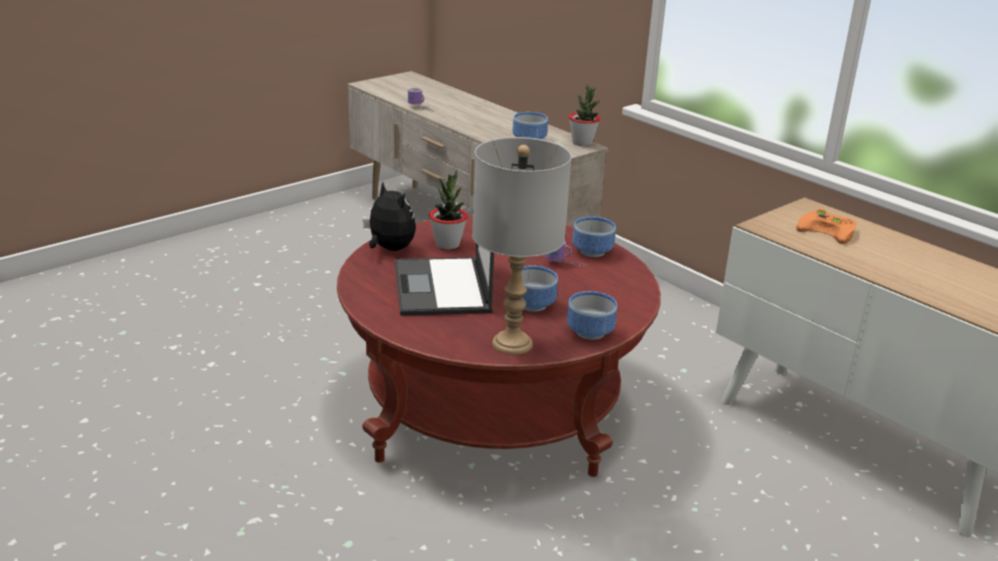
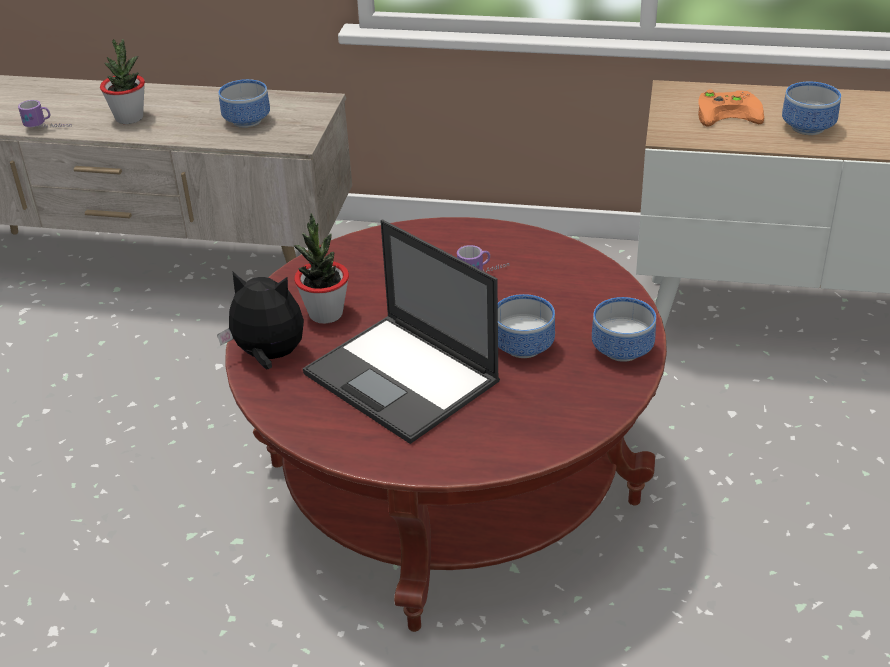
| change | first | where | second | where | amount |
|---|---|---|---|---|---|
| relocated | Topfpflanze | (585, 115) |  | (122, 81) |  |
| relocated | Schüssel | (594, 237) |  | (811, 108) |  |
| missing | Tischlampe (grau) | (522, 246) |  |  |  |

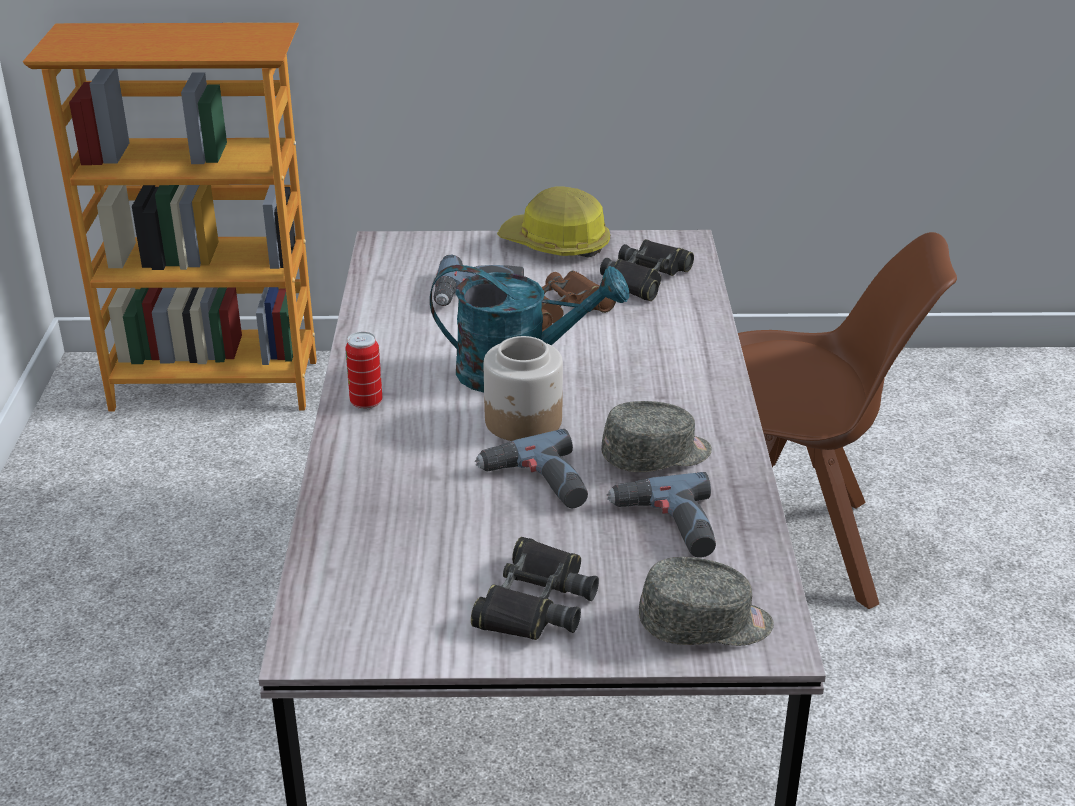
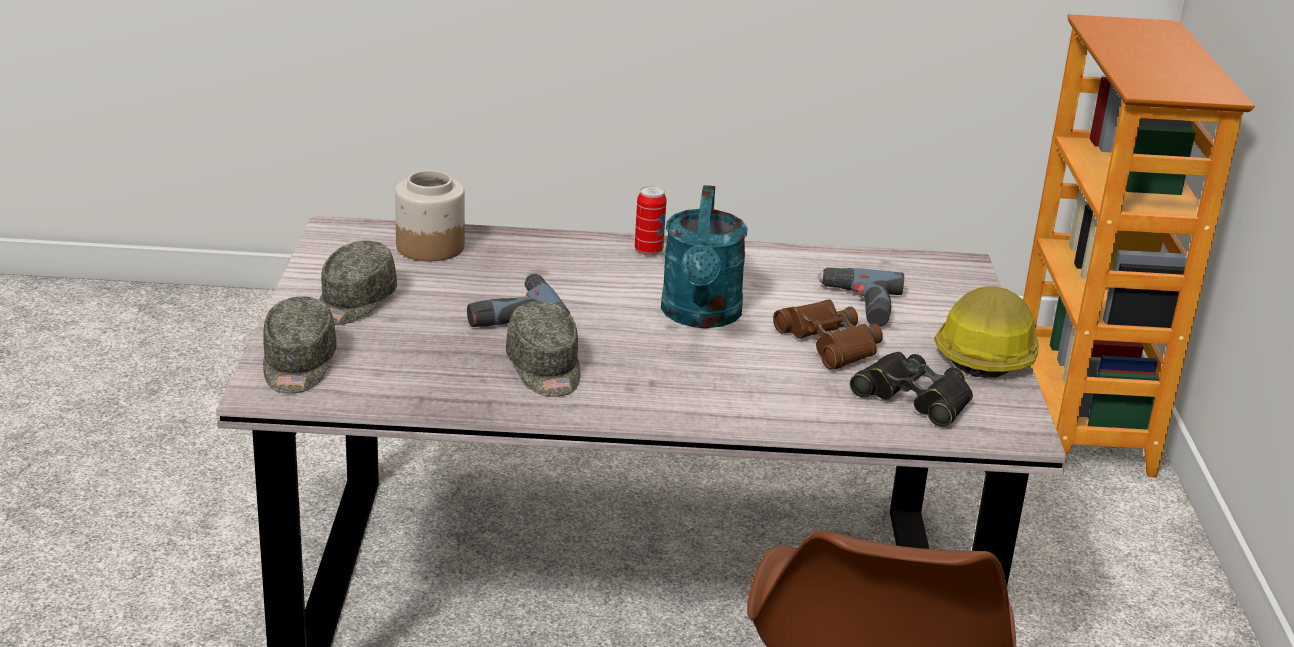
| change | first | where | second | where | amount |
|---|---|---|---|---|---|
| exchanged | Fernglas (schwarz) | (535, 588) | Kappe (grau) | (358, 283) |  |
| relocated | Vorratsglas | (523, 388) |  | (430, 215) |  |
| missing | Bohrmaschine | (661, 515) |  |  |  |

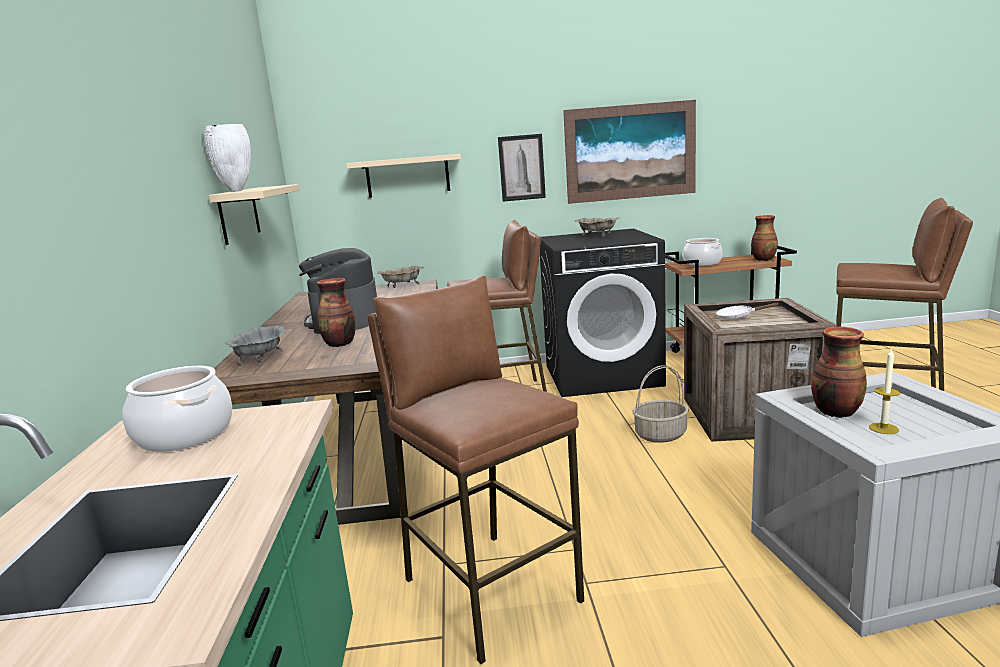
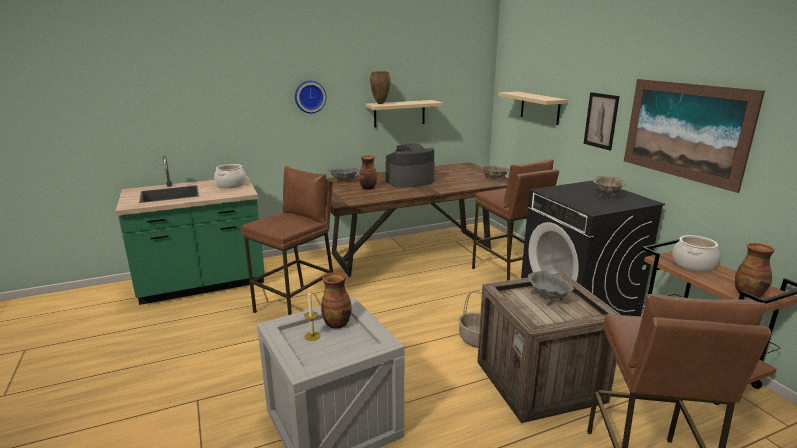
| change | first | where | second | where | amount |
|---|---|---|---|---|---|
| appeared |  |  | Wanduhr | (310, 97) |  |
| colour | Vase (weiß) | (227, 158) | Vase (braun) | (380, 87) |  |
| exchanged | Pfanne (weiß) | (747, 311) | Schüssel (grau) | (551, 288) |  |

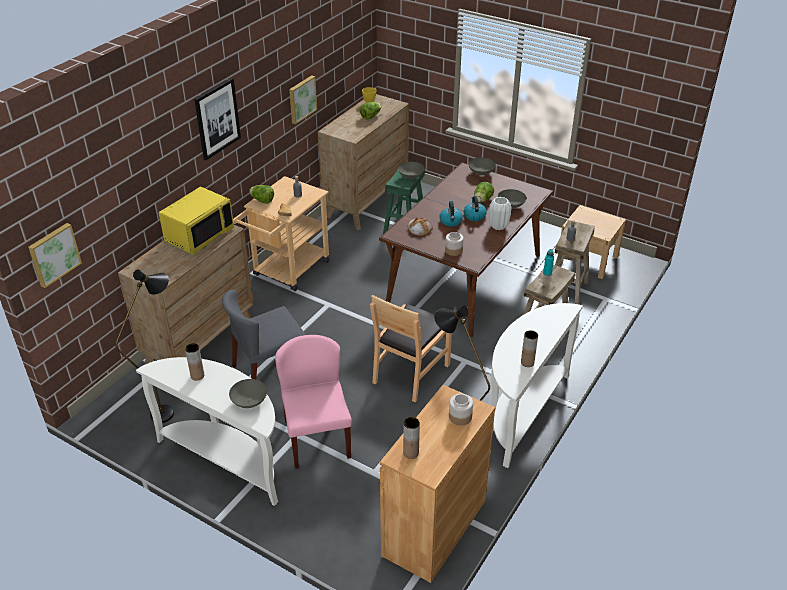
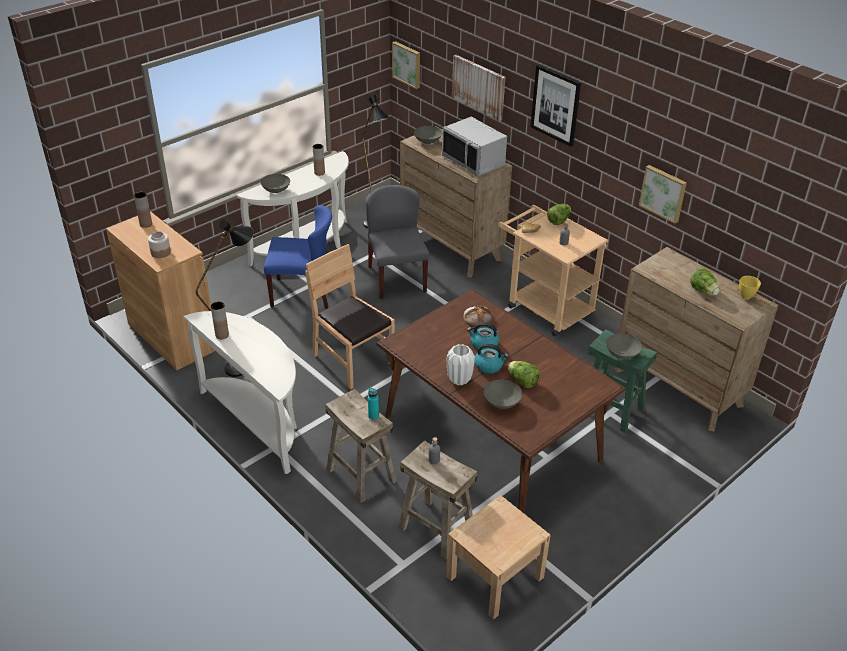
| change | first | where | second | where | amount |
|---|---|---|---|---|---|
| colour | Stuhl (rosa) | (313, 402) | Stuhl (blau) | (298, 257) |  |
| relocated | Schüssel (grau) | (482, 166) |  | (428, 135) |  |
| colour | Mikrowelle (gelb) | (196, 220) | Mikrowelle (grau) | (474, 146) |  |
| appeared |  |  | Bild | (478, 88) |  |
| missing | Vorratsglas | (454, 244) |  |  |  |

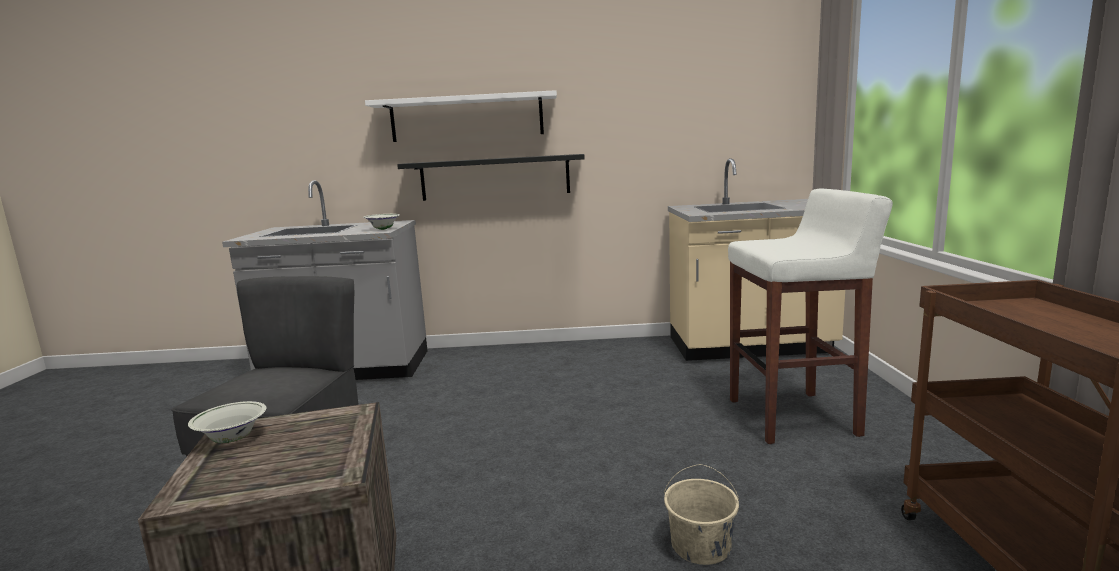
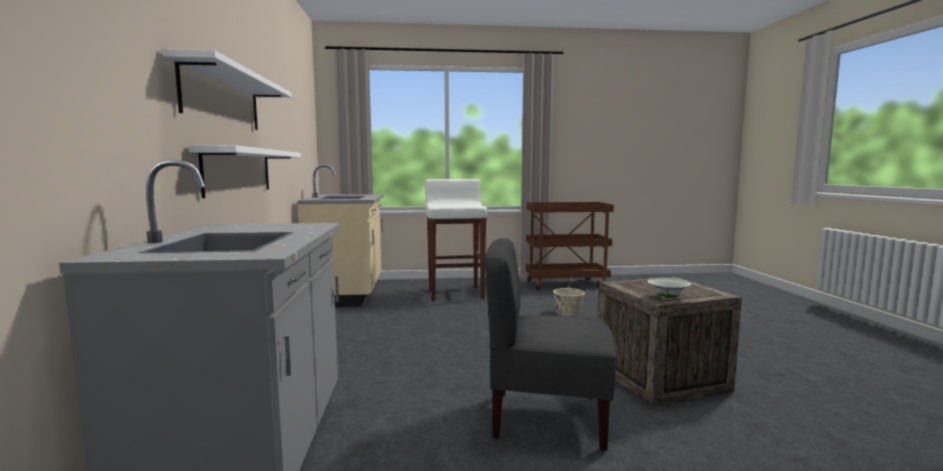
| change | first | where | second | where | amount |
|---|---|---|---|---|---|
| colour | Wandregal (schwarz) | (491, 177) | Wandregal (weiß) | (245, 171) |  |
| missing | Schüssel (weiß) | (382, 222) |  |  |  |

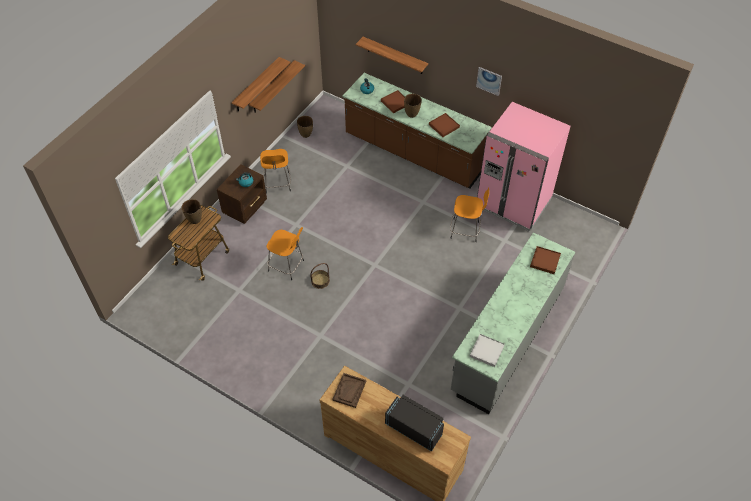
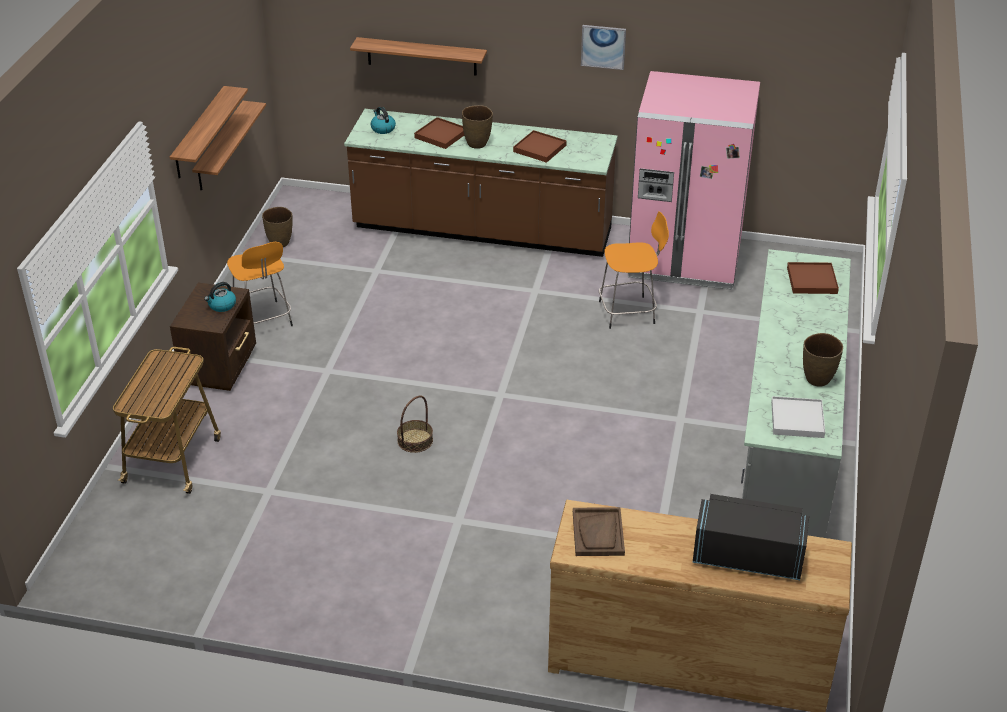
| change | first | where | second | where | amount |
|---|---|---|---|---|---|
| relocated | Vase (braun) | (192, 211) |  | (823, 360) |  |
| missing | Hocker (orange) | (285, 253) |  |  |  |

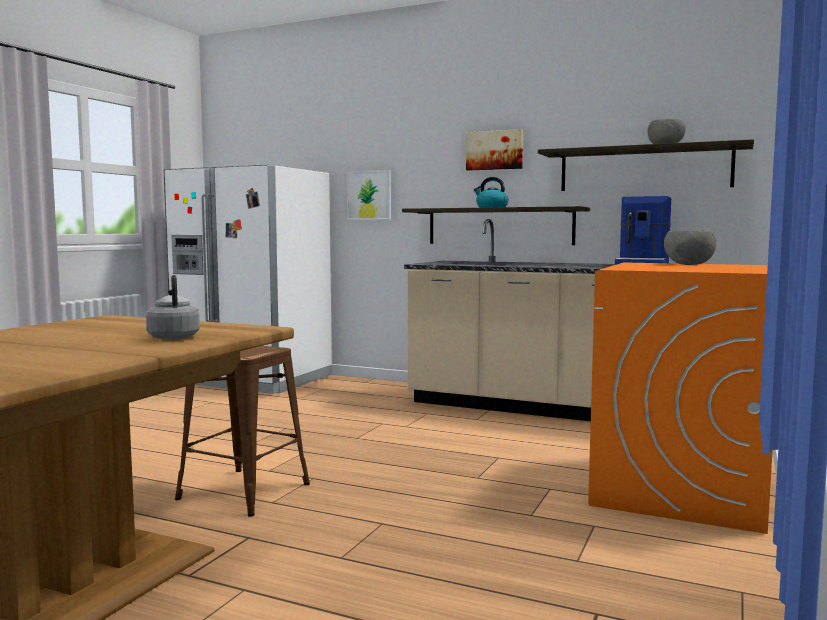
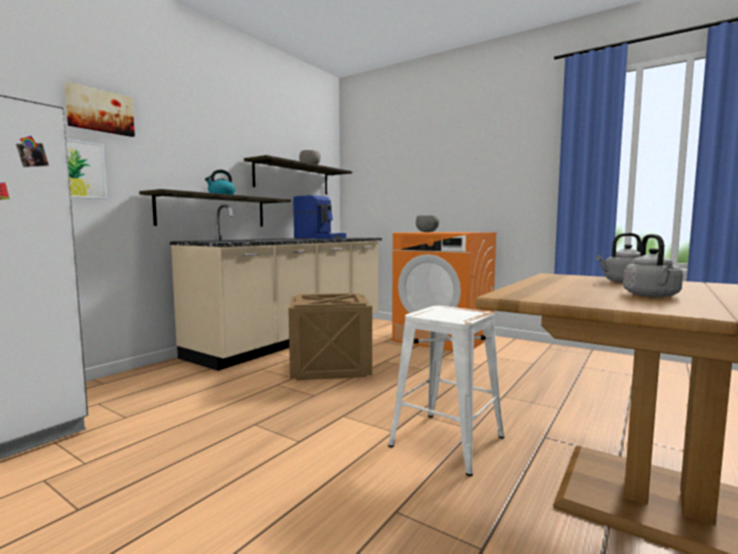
| change | first | where | second | where | amount |
|---|---|---|---|---|---|
| relocated | Bild | (494, 150) |  | (100, 109) |  |
| appeared |  |  | Kiste | (330, 336) |  |
| colour | Hocker (braun) | (242, 431) | Hocker (weiß) | (446, 391) |  |
| appeared |  |  | Wasserkessel (grau) | (653, 265) |  |

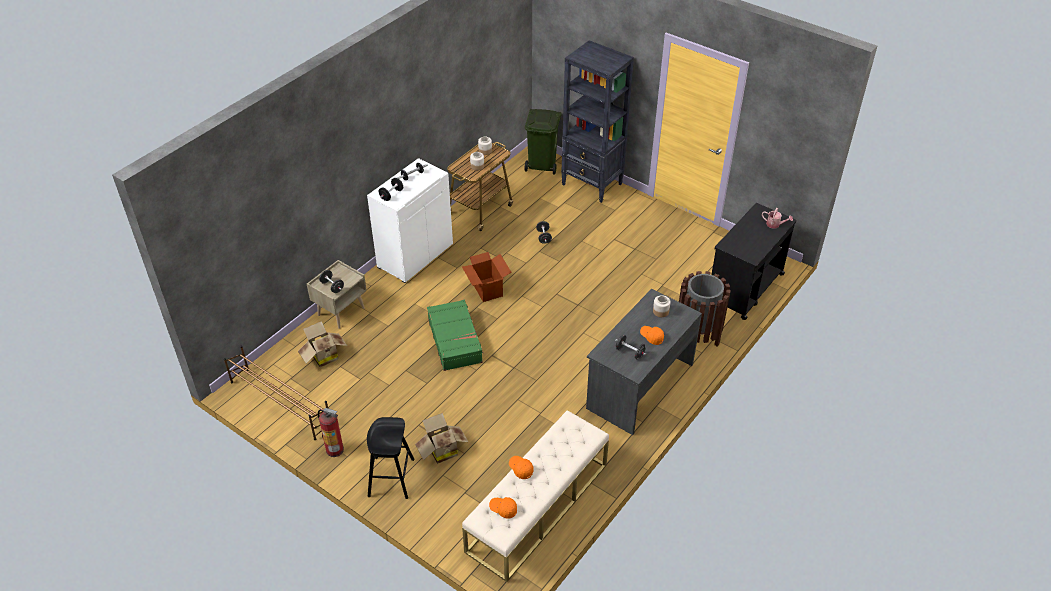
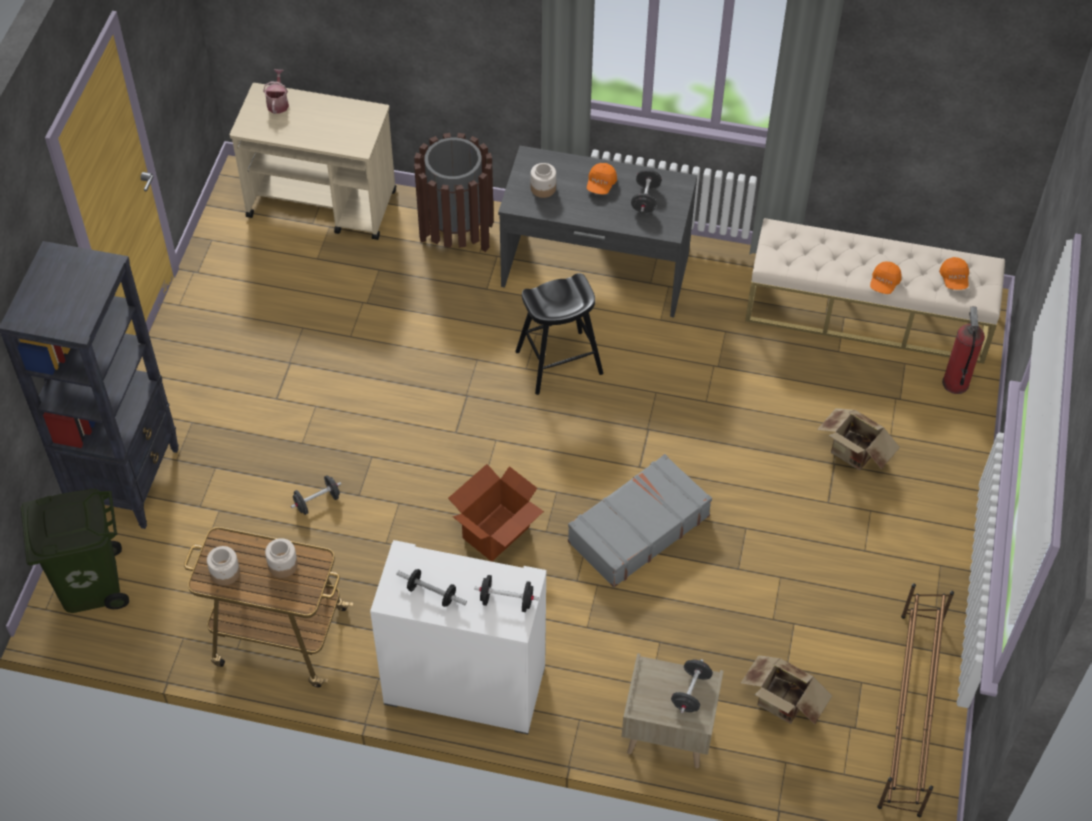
| change | first | where | second | where | amount |
|---|---|---|---|---|---|
| colour | Rollwagen (schwarz) | (753, 261) | Rollwagen (beige) | (313, 161) |  |
| relocated | Hocker (schwarz) | (390, 458) |  | (559, 334) |  |
| colour | Koffer (grün) | (455, 335) | Koffer (grau) | (640, 520) |  |
| relocated | Feuerlöscher | (331, 432) |  | (963, 350) |  |

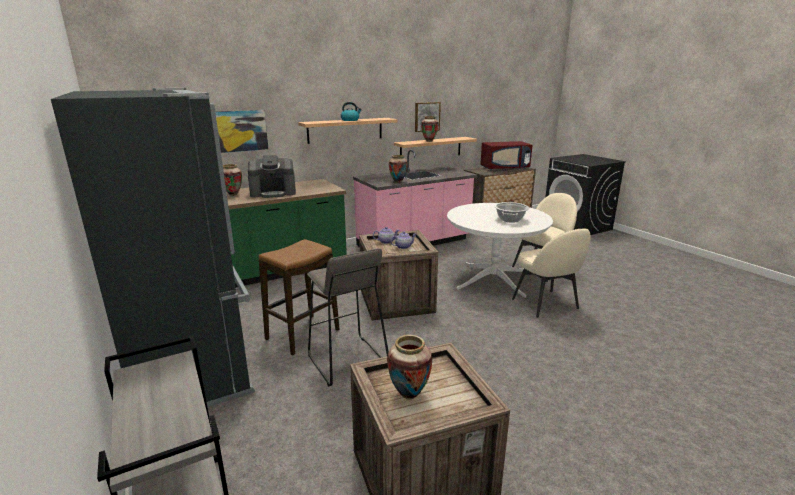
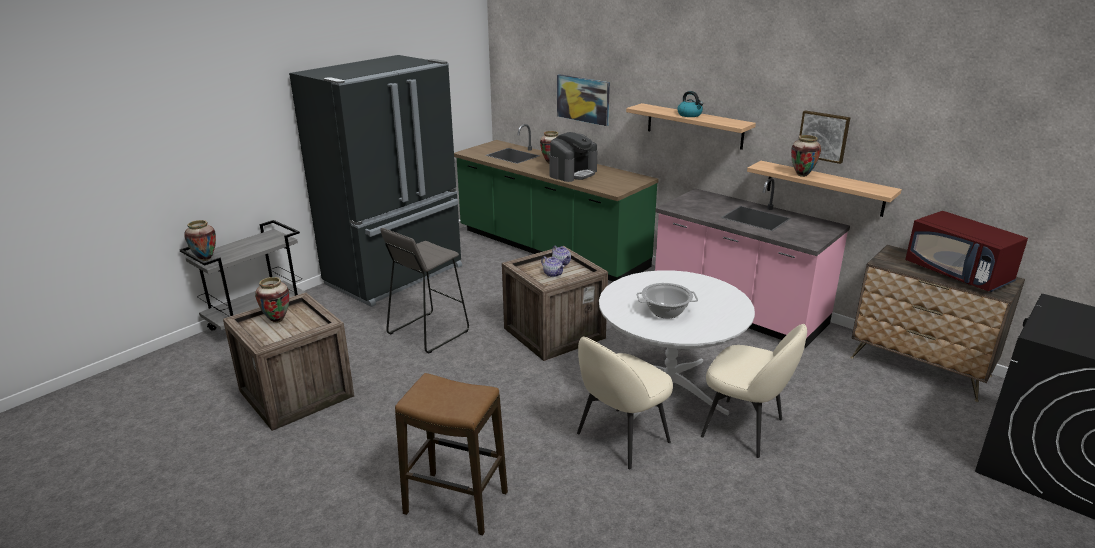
| change | first | where | second | where | amount |
|---|---|---|---|---|---|
| relocated | Vase | (398, 169) |  | (200, 240) |  |
| relocated | Hocker | (299, 297) |  | (451, 454) |  |
| spun | Kaffeemaschine | (272, 176) |  | (573, 157) | 105 degrees counterclockwise |

